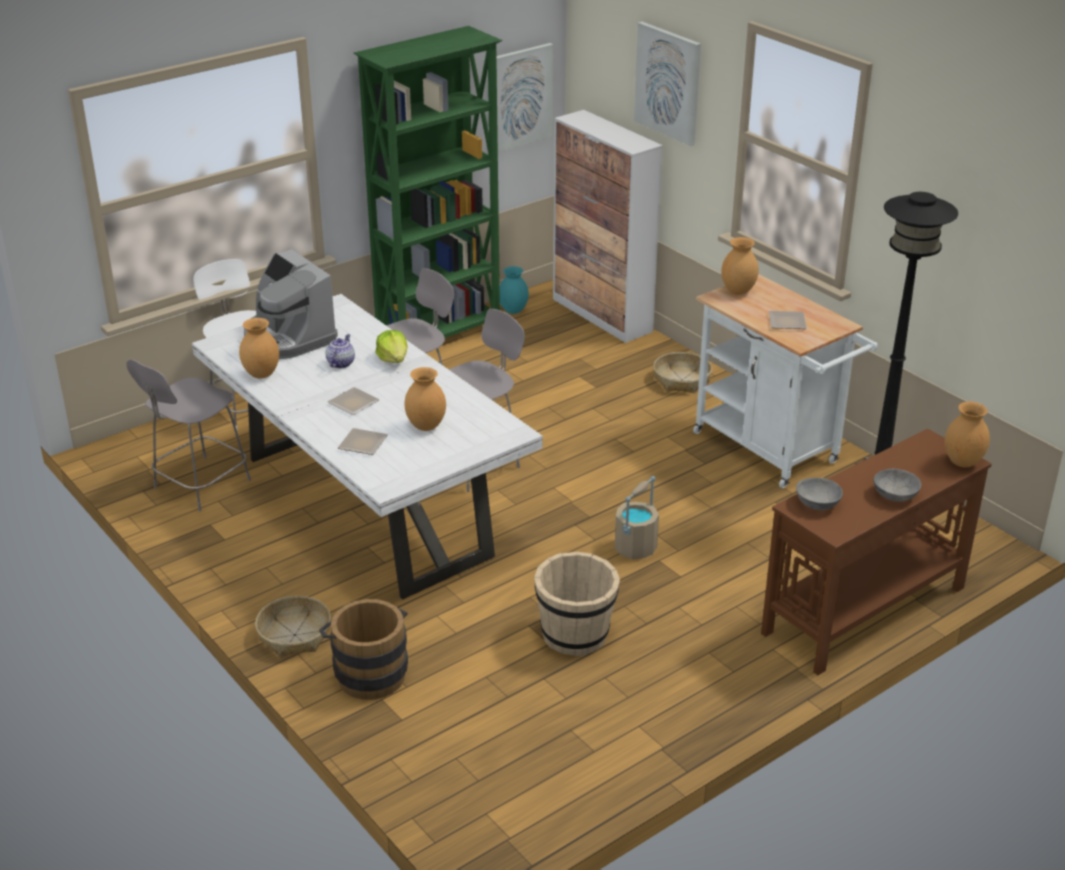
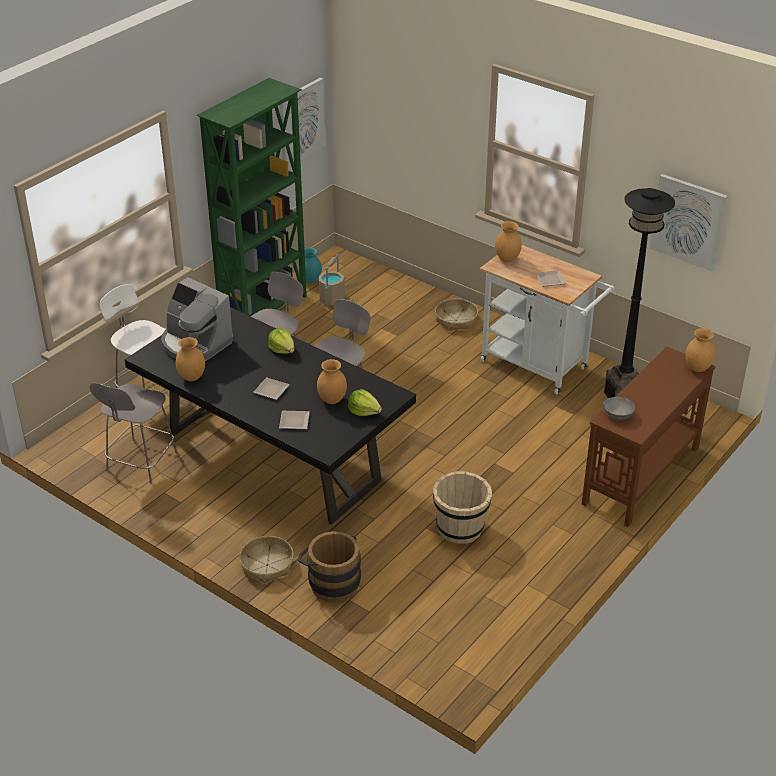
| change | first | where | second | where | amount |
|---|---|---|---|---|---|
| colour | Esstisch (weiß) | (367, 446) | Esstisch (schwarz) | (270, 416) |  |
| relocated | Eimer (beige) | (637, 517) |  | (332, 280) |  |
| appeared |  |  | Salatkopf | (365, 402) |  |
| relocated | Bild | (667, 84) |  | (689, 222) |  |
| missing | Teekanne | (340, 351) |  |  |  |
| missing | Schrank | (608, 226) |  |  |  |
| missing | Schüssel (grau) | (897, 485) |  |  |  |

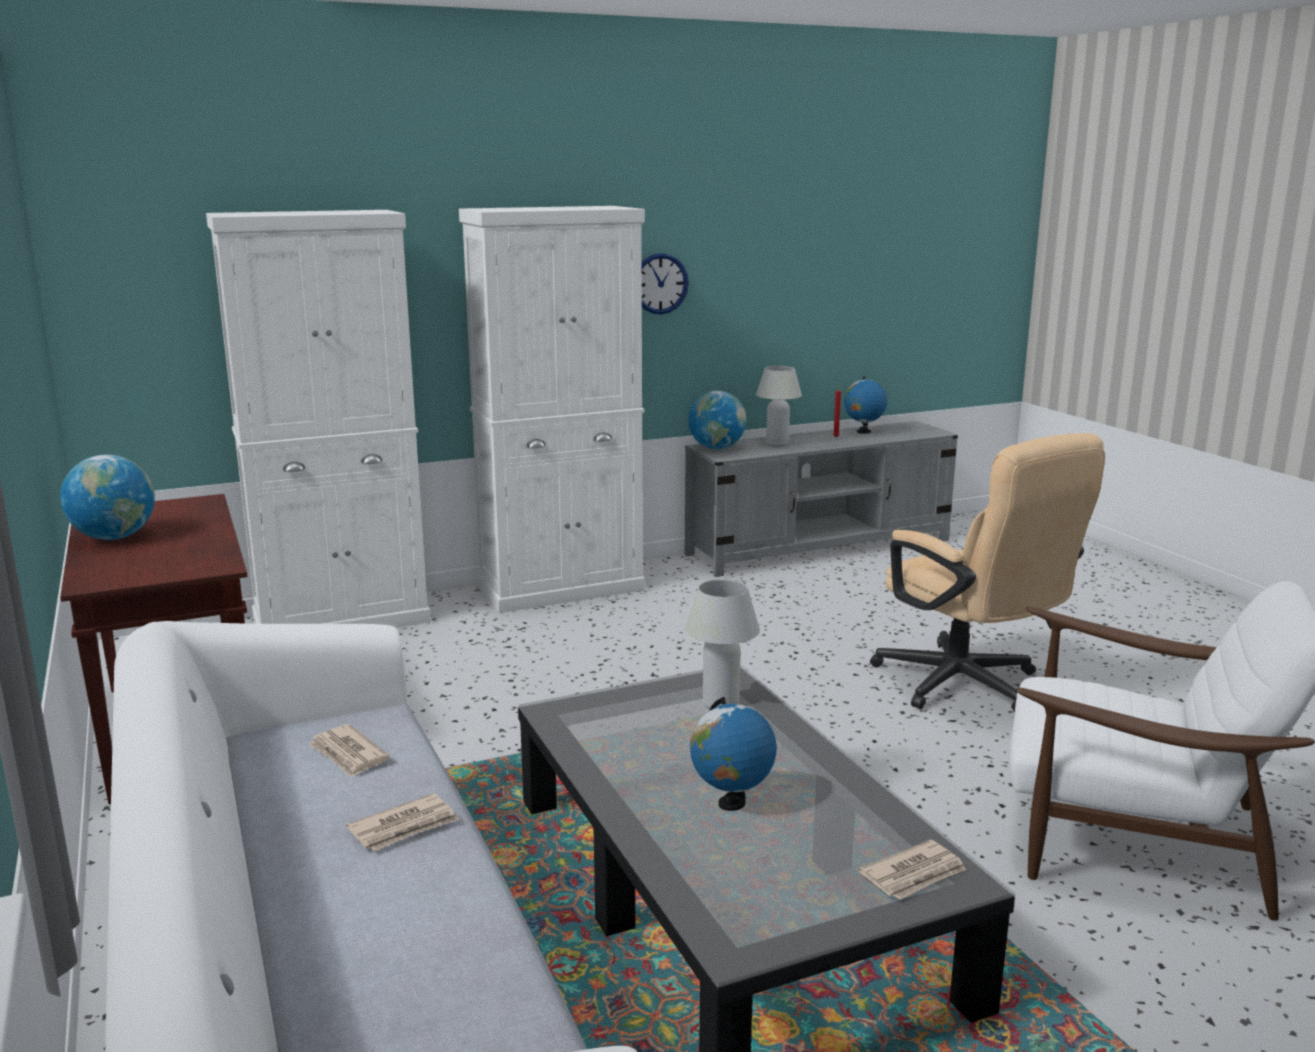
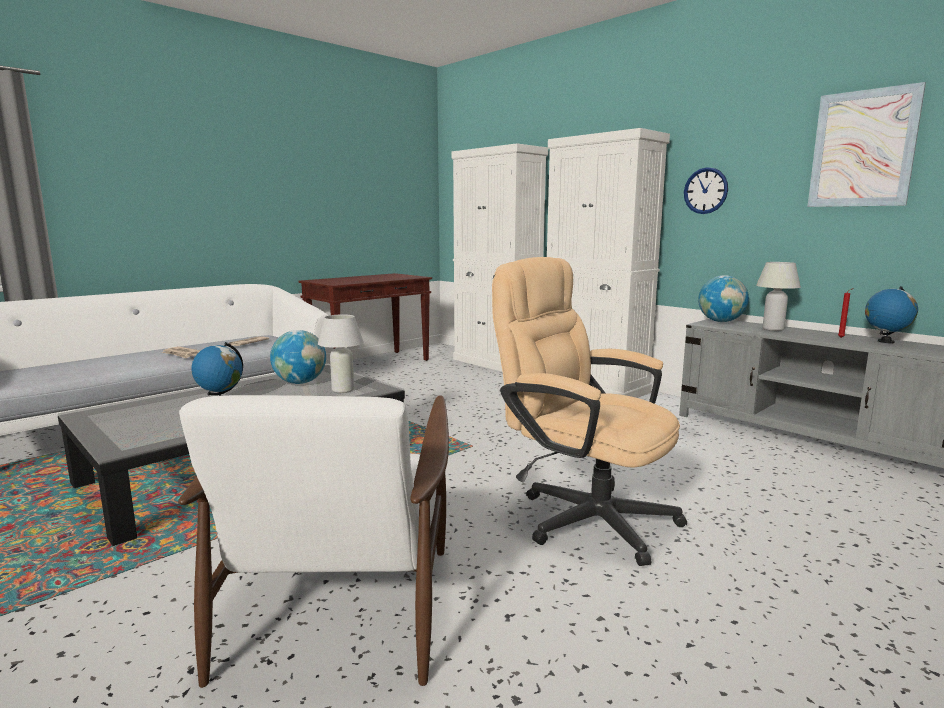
| change | first | where | second | where | amount |
|---|---|---|---|---|---|
| relocated | Globus | (107, 497) |  | (298, 357) |  |
| spun | Bürostuhl (beige) | (987, 573) |  | (589, 411) | 90 degrees clockwise |
| appeared |  |  | Bild | (866, 144) |  |
| missing | Zeitung | (912, 870) |  |  |  |

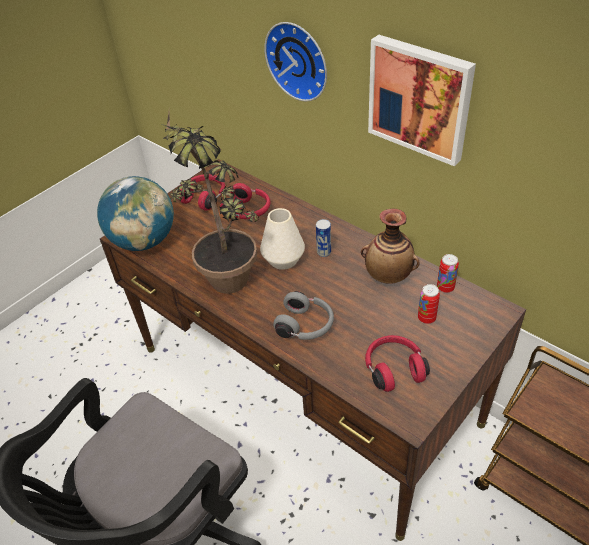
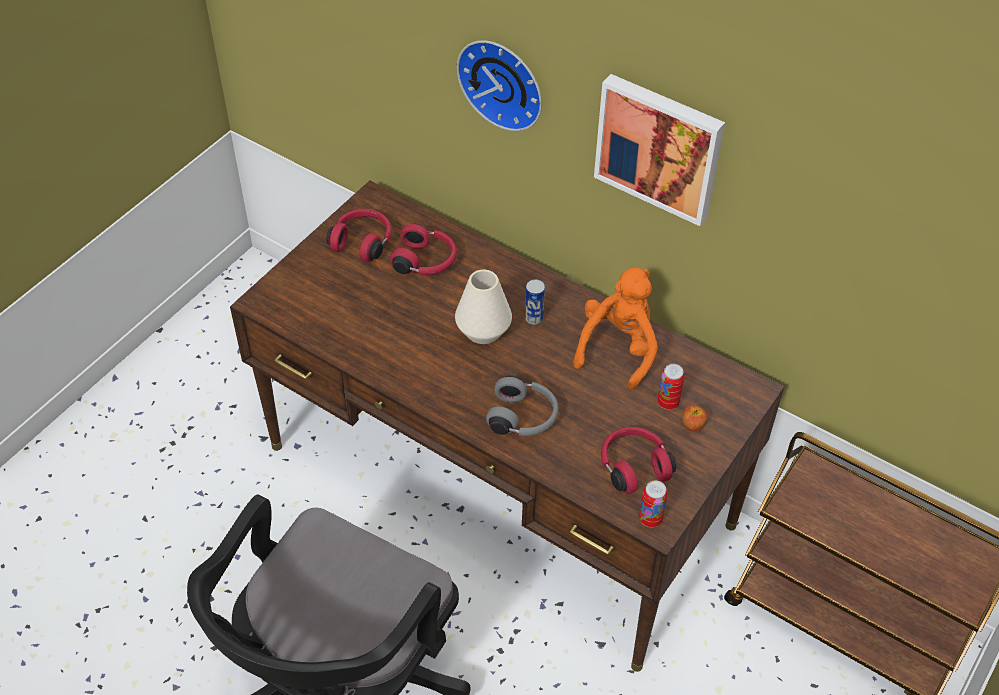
| change | first | where | second | where | amount |
|---|---|---|---|---|---|
| exchanged | Vase | (390, 246) | Plüschtier (orange) | (615, 329) |  |
| relocated | Dose | (448, 273) |  | (653, 504) |  |
| appeared |  |  | Apfel | (694, 418) |  |
| missing | Globus | (135, 213) |  |  |  |
| missing | Topfpflanze | (210, 203) |  |  |  |

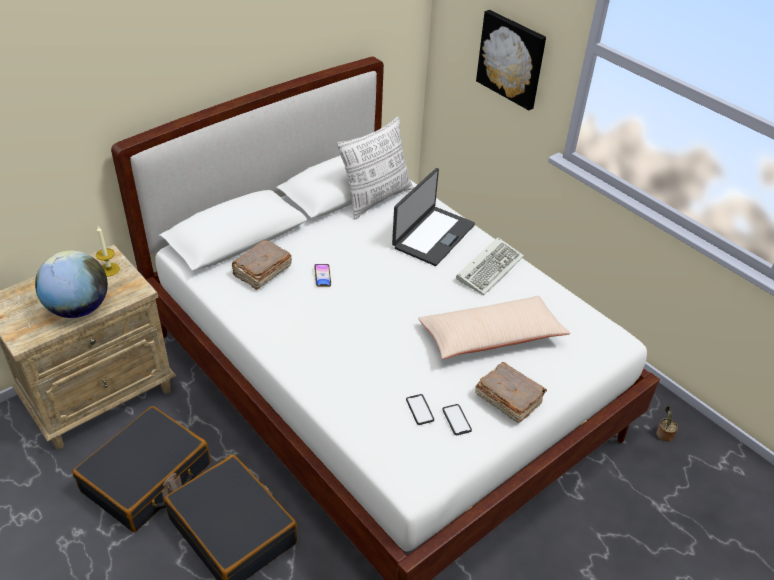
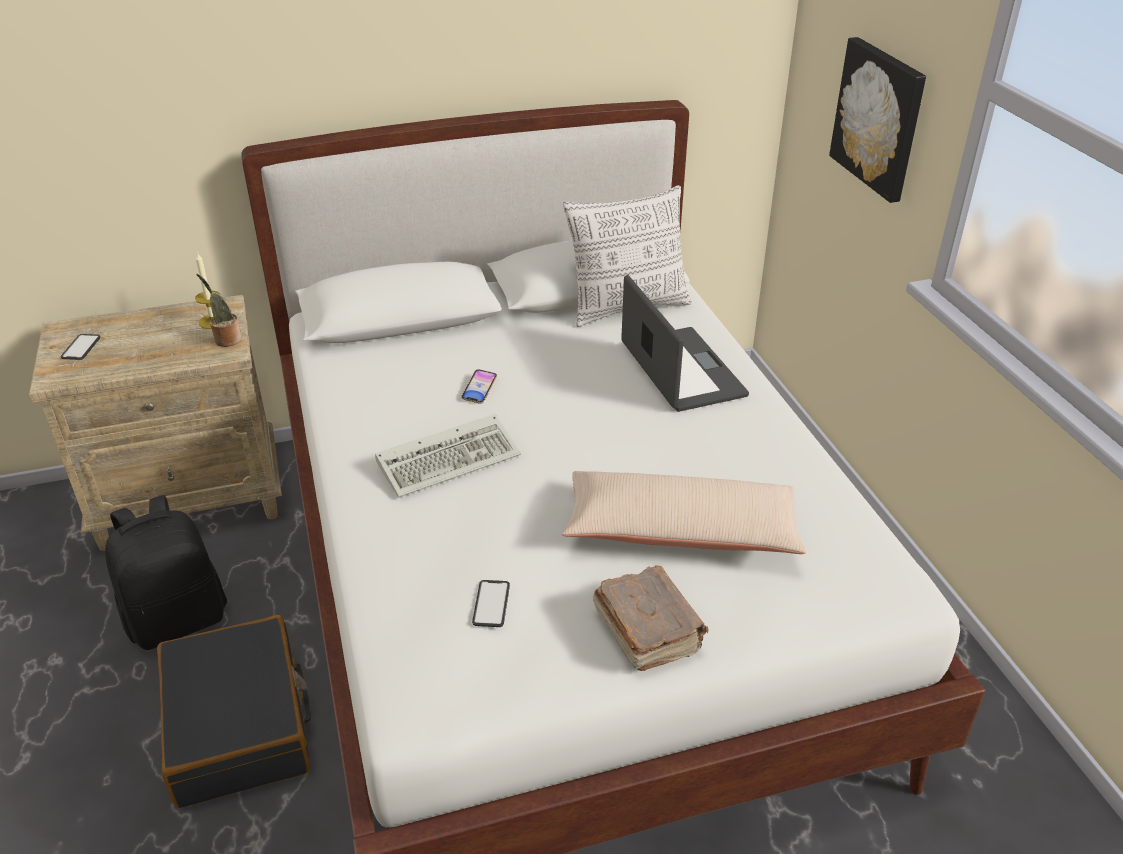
| change | first | where | second | where | amount |
|---|---|---|---|---|---|
| relocated | Handy | (457, 419) |  | (80, 347) |  |
| exchanged | Koffer (schwarz) | (141, 469) | Rucksack (schwarz) | (166, 572) |  |
| relocated | Topfpflanze | (667, 423) |  | (219, 310) |  |
| relocated | Tastatur | (490, 266) |  | (448, 456) |  |
| spun | Laptop | (433, 217) |  | (685, 343) | 75 degrees counterclockwise |
| missing | Globus | (71, 284) |  |  |  |
| missing | Buch (braun) | (262, 265) |  |  |  |

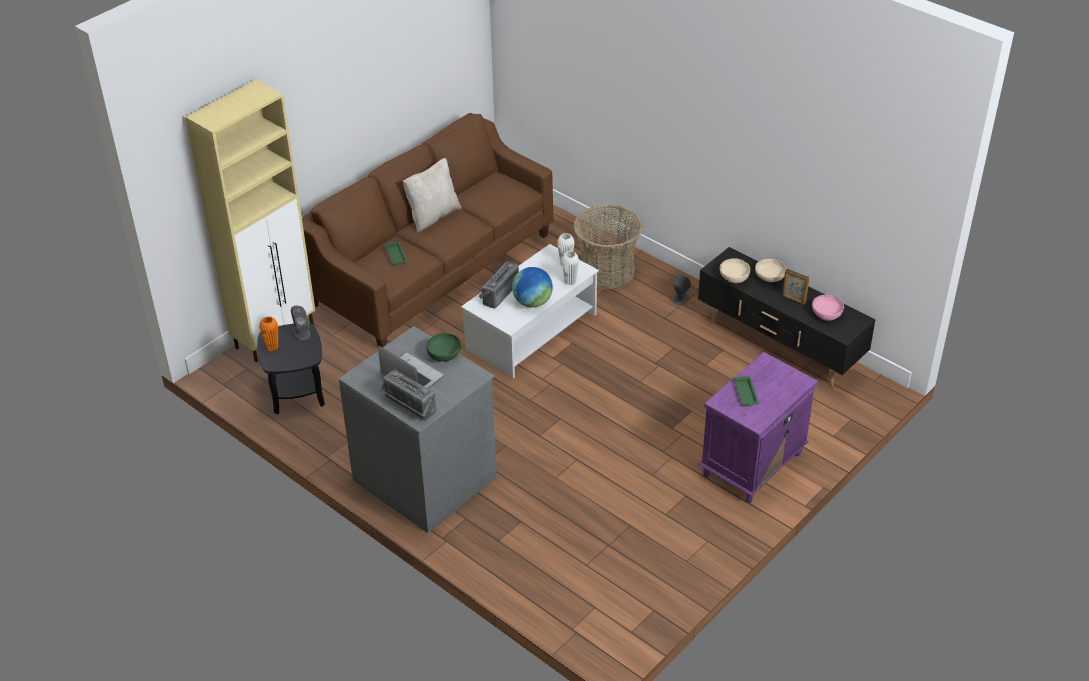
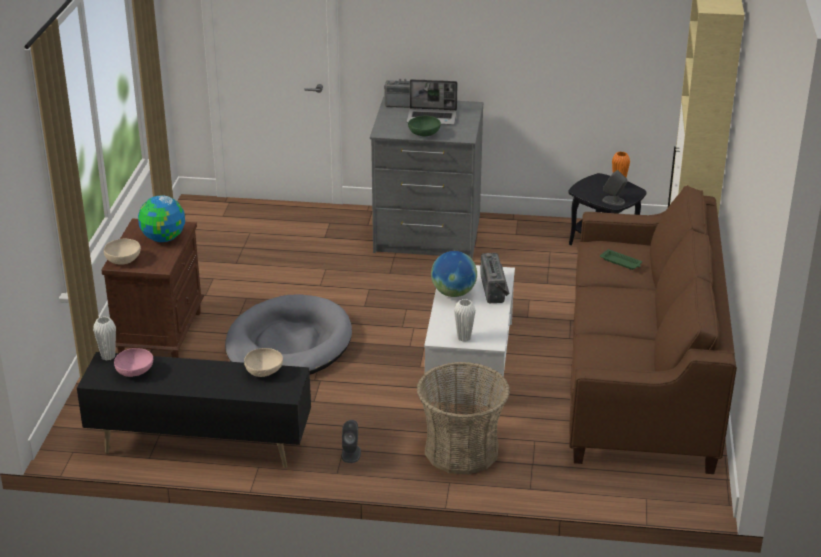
| change | first | where | second | where | amount |
|---|---|---|---|---|---|
| relocated | Vase (weiß) | (570, 268) |  | (104, 338) |  |
| colour | Nachttisch (lila) | (758, 427) | Nachttisch (braun) | (152, 288) |  |
| relocated | Schüssel (beige) | (770, 270) |  | (122, 251) |  |
| exchanged | Tablett (grün) | (746, 391) | Globus | (161, 218) |  |
| appeared |  |  | Hundebett (grau) | (288, 334) |  |
| missing | Kissen (beige) | (432, 195) |  |  |  |
| missing | Bilderrahmen | (796, 287) |  |  |  |

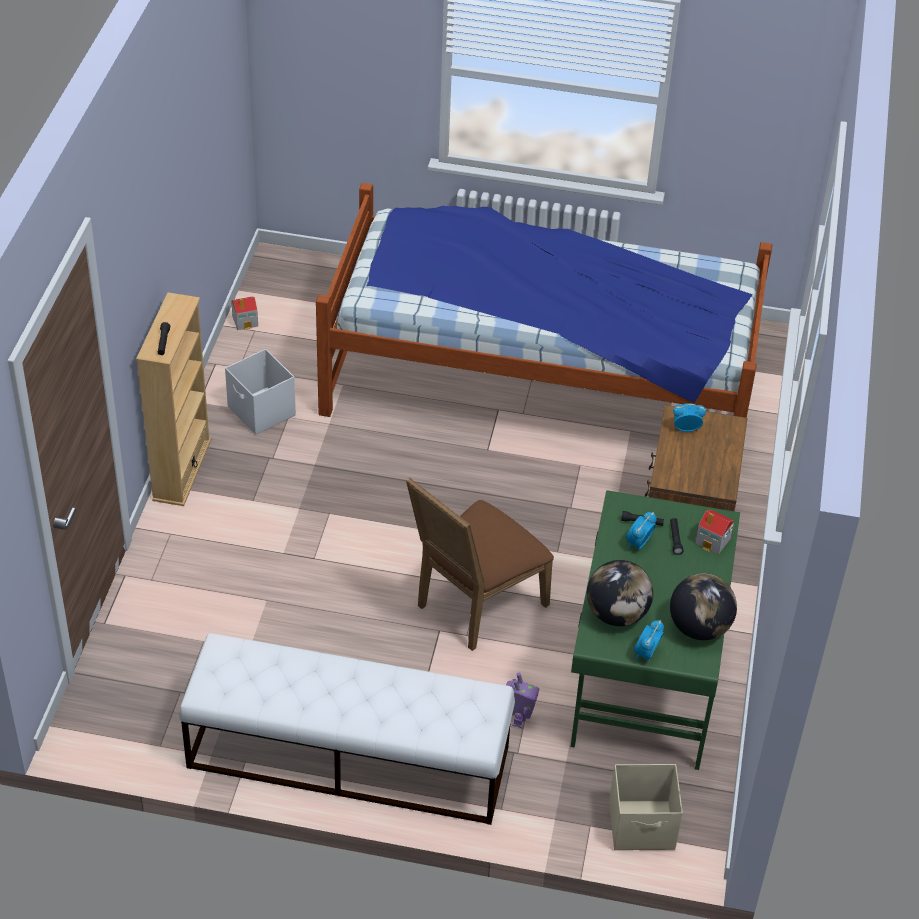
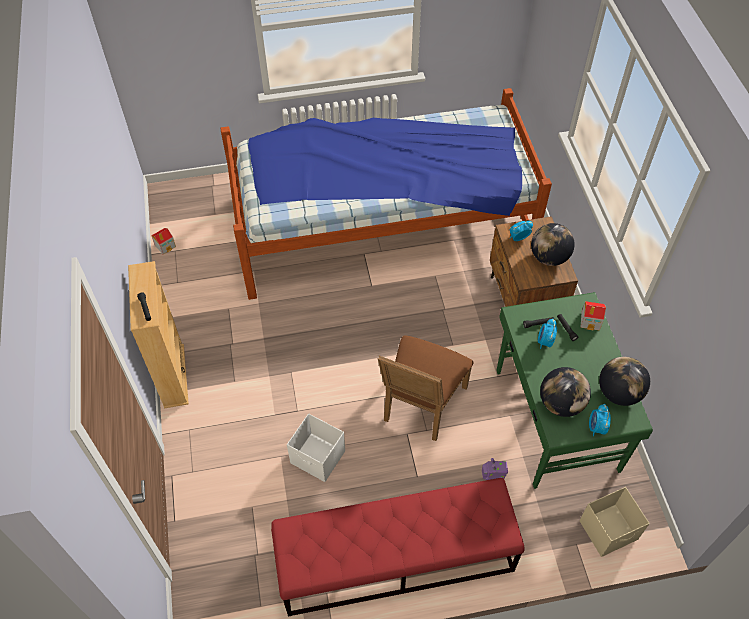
| change | first | where | second | where | amount |
|---|---|---|---|---|---|
| colour | Bank (weiß) | (347, 729) | Bank (rot) | (398, 547) |  |
| relocated | Aufbewahrungsbox (weiß) | (260, 392) |  | (316, 448) |  |
| appeared |  |  | Globus | (553, 244) |  |

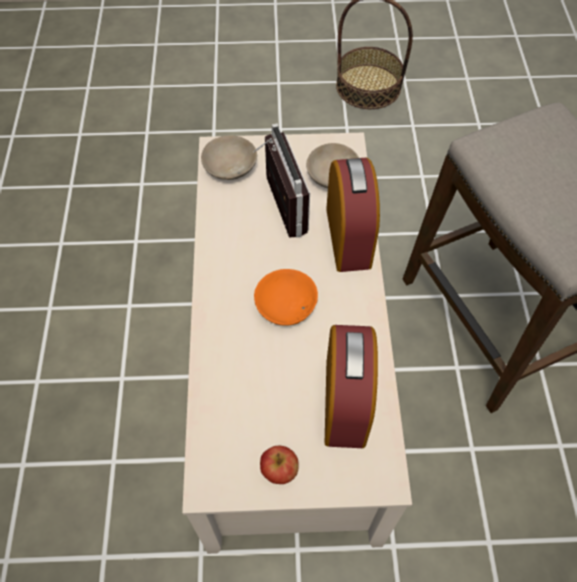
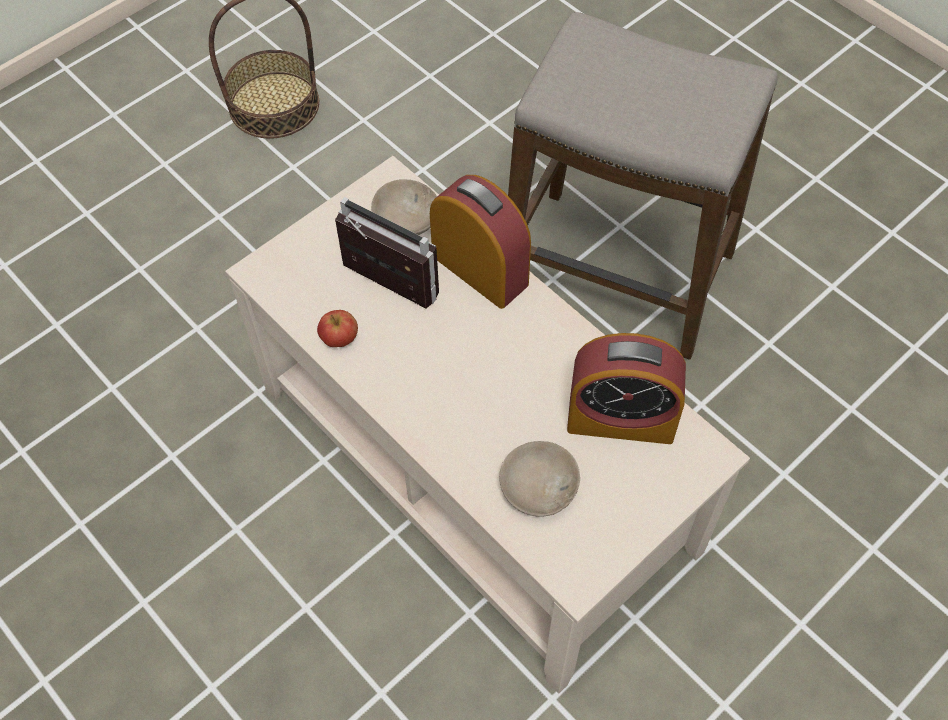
| change | first | where | second | where | amount |
|---|---|---|---|---|---|
| relocated | Apfel | (279, 465) |  | (337, 328) |  |
| relocated | Schüssel (beige) | (229, 157) |  | (539, 479) |  |
| spun | Wecker | (351, 386) |  | (626, 388) | 135 degrees clockwise |
| missing | Schüssel (orange) | (286, 297) |  |  |  |

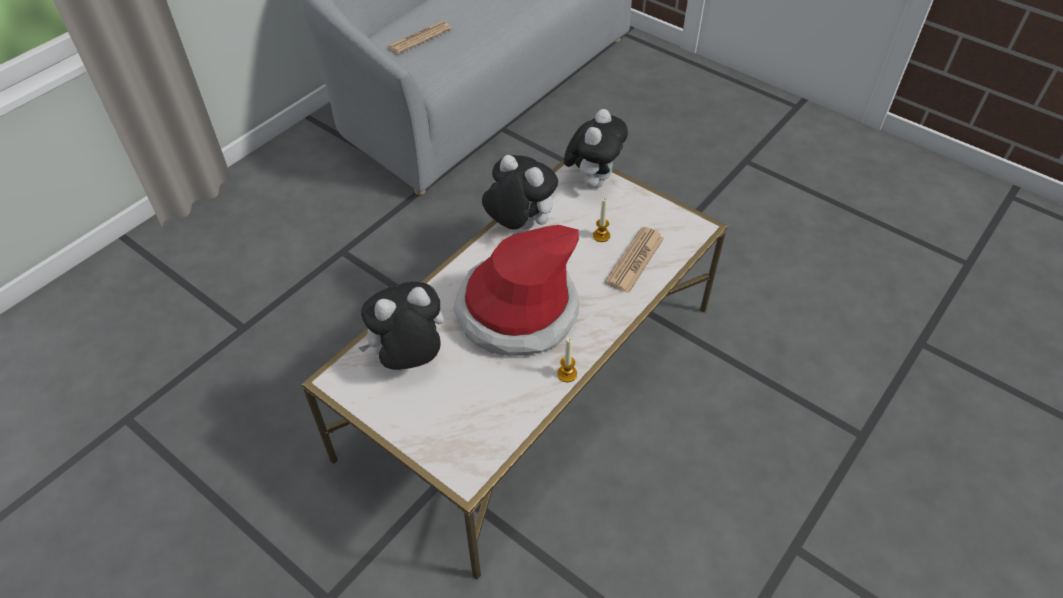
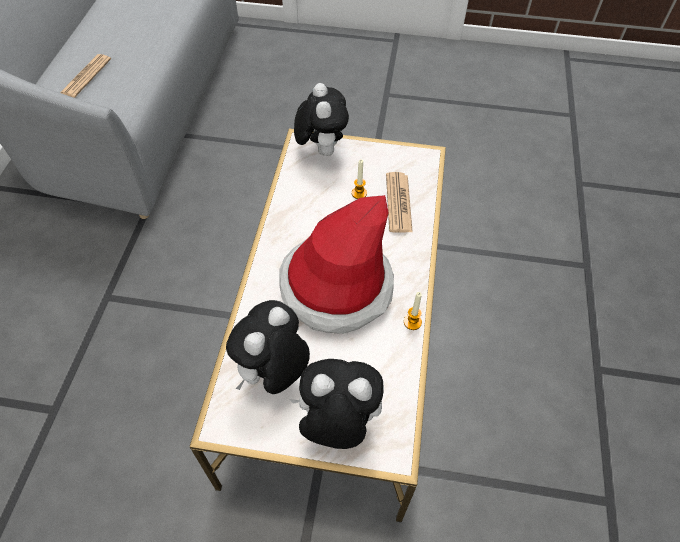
| change | first | where | second | where | amount |
|---|---|---|---|---|---|
| relocated | Plüschtier | (520, 192) |  | (336, 404) |  |

